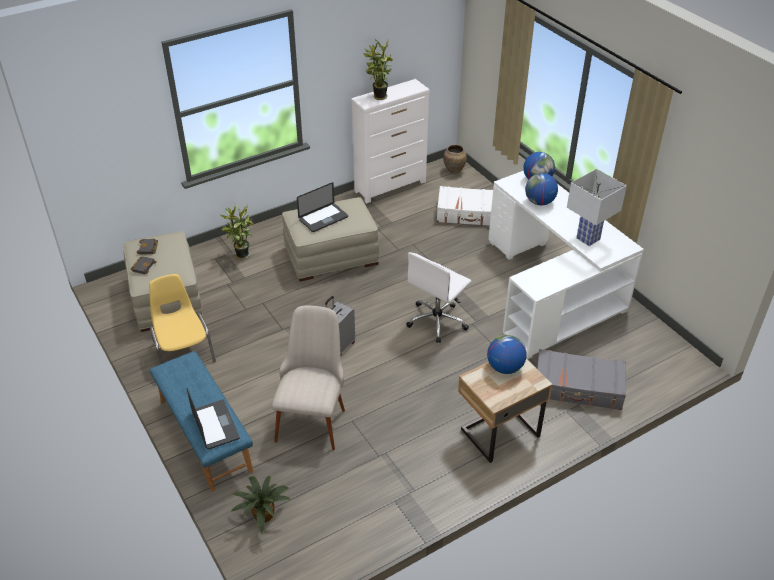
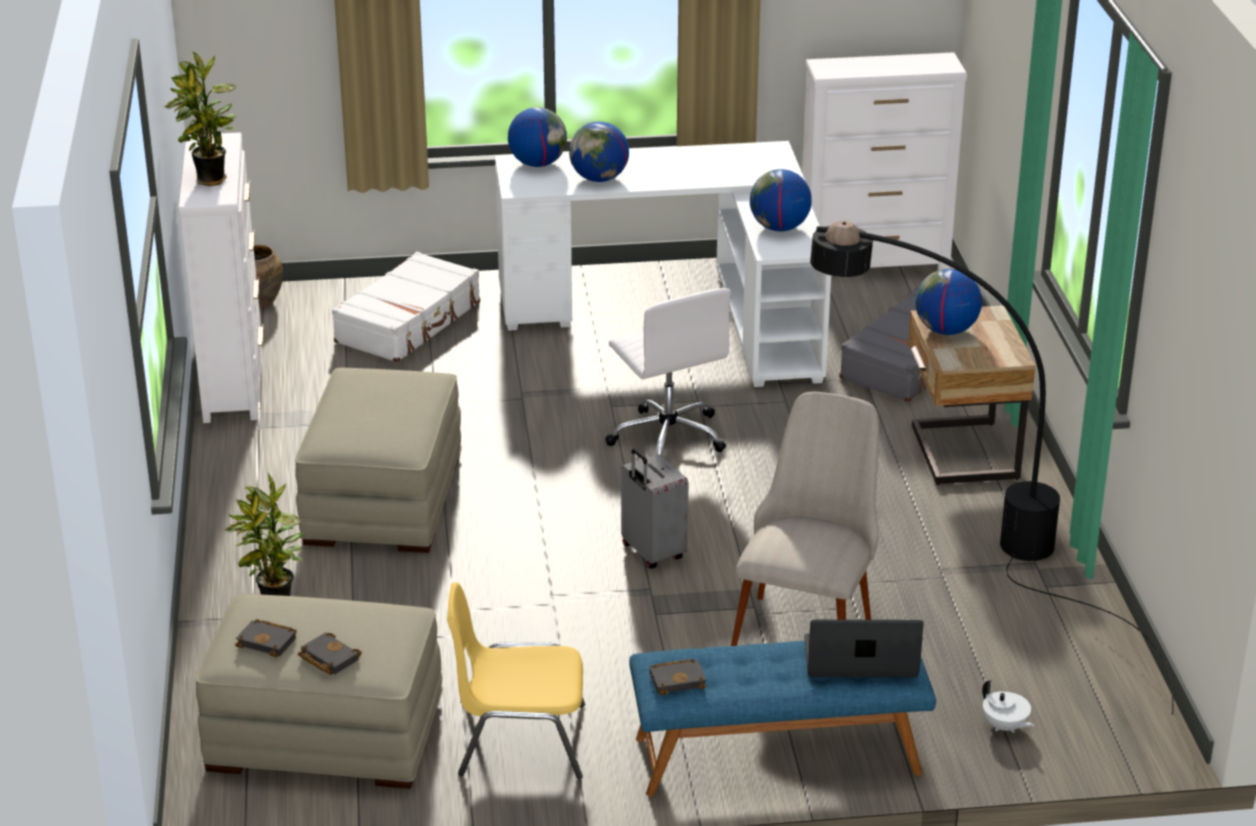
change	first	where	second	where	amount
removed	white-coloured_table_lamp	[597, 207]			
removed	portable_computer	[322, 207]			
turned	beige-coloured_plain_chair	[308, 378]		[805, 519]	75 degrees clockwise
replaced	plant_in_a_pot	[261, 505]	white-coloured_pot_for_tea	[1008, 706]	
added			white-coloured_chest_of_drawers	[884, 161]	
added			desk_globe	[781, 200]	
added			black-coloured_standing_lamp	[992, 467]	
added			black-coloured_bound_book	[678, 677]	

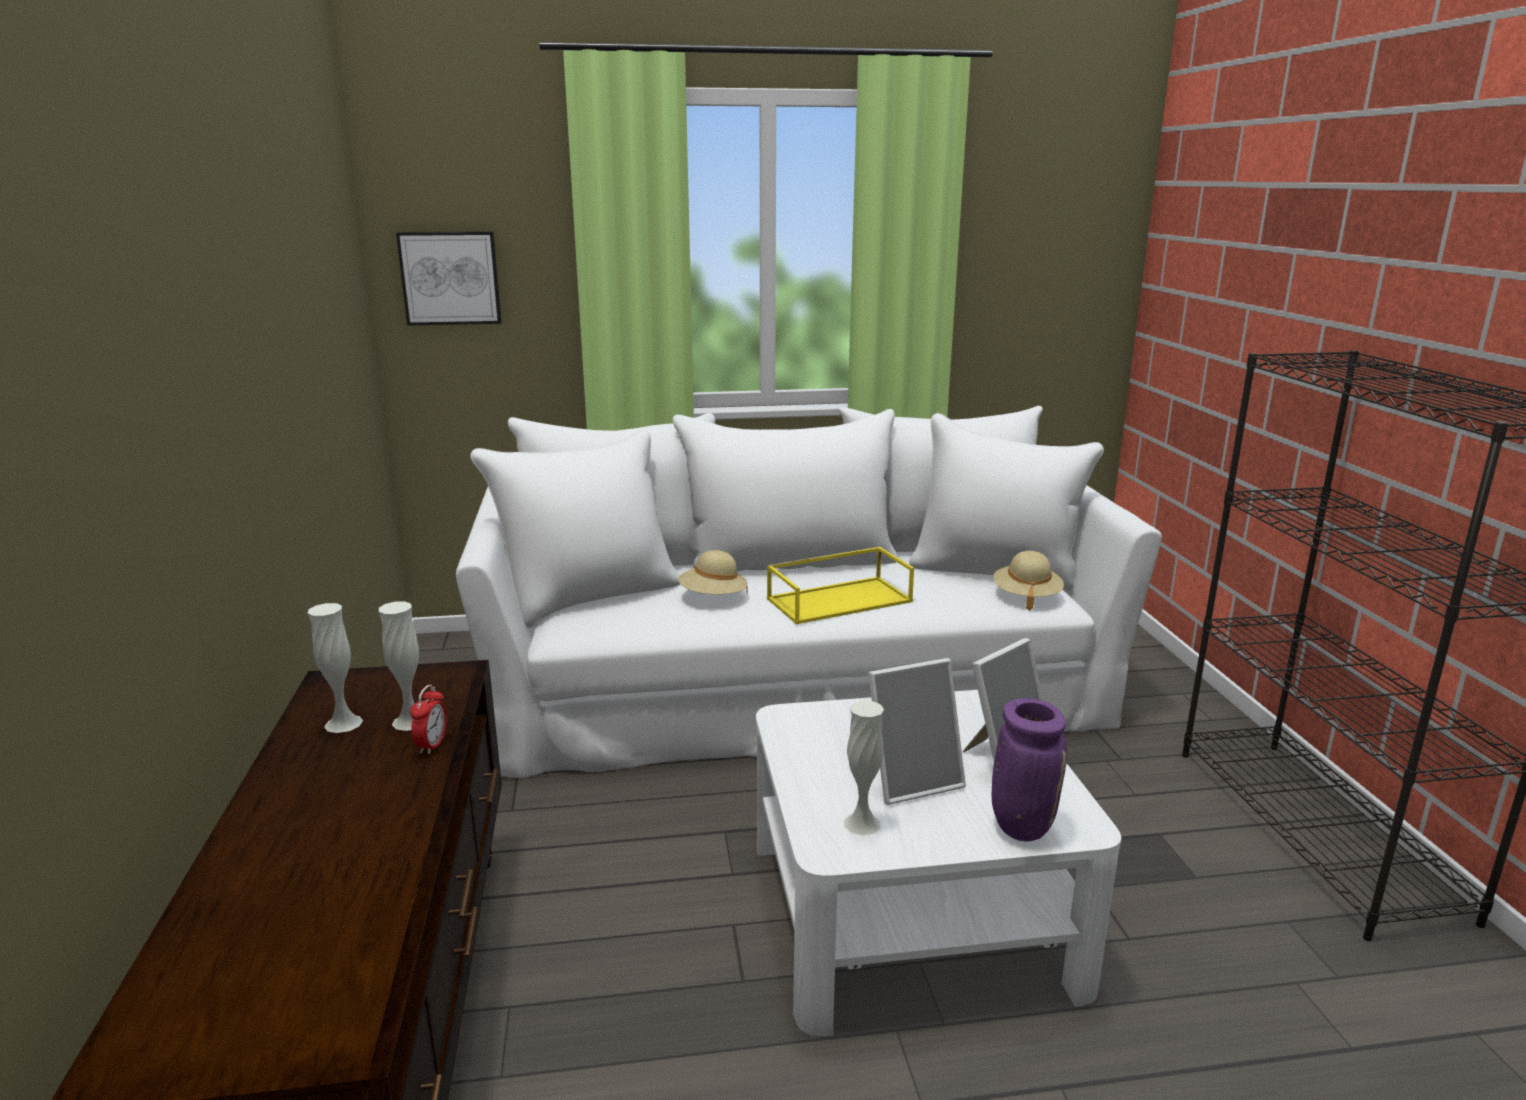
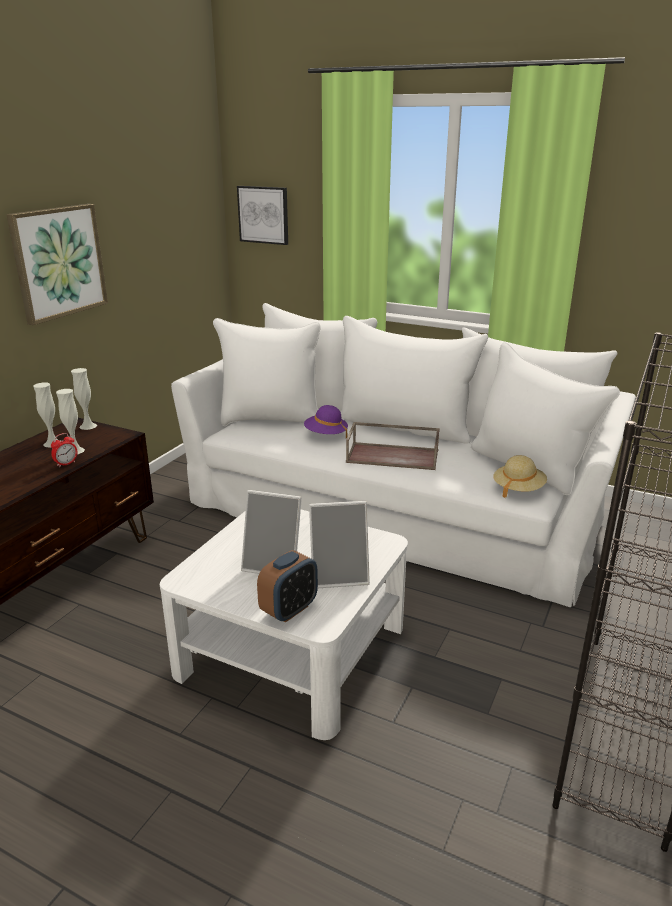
change	first	where	second	where	amount
recoloured	yellowish_carrying_tray	[840, 585]	brown-coloured_carrying_tray	[393, 446]	
recoloured	beige-coloured_clothing_hat	[713, 572]	purplish_clothing_hat	[326, 421]	
replaced	purplish_decorative_vase	[1029, 769]	bedside_clock	[287, 586]	
moved	white-coloured_decorative_vase	[864, 768]		[84, 399]	
added			wall_art	[57, 264]	

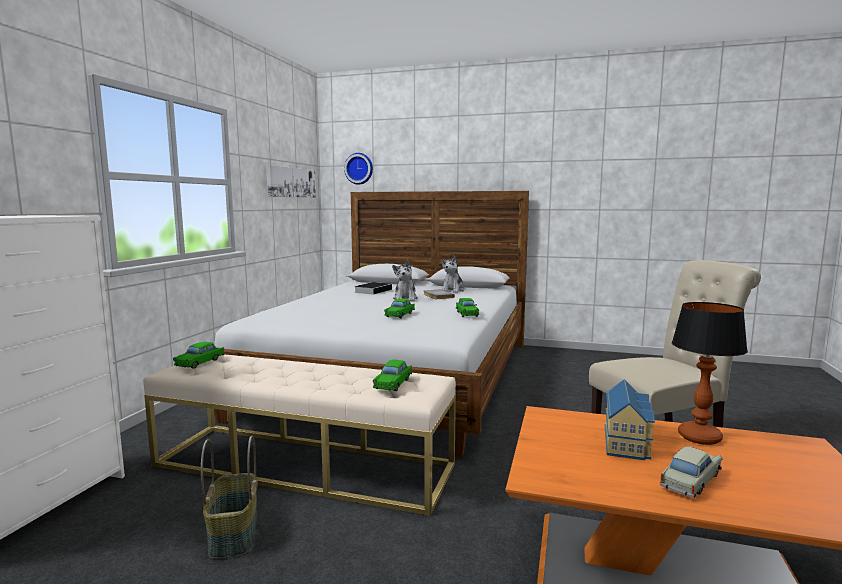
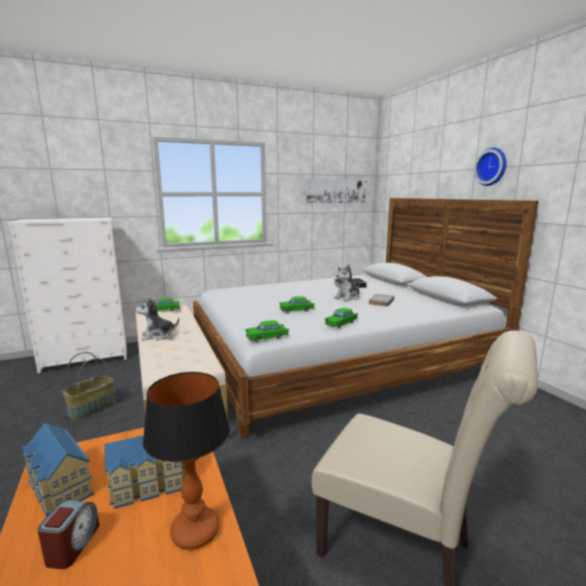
change	first	where	second	where	amount
moved	clock_on_the_wall	[358, 169]		[490, 167]	
moved	plush_toy	[452, 274]		[157, 319]	
moved	green_model_car	[392, 375]		[267, 331]	
replaced	beige-coloured_model_car	[691, 472]	bedside_clock	[68, 534]	
added			miniature_house	[58, 470]	

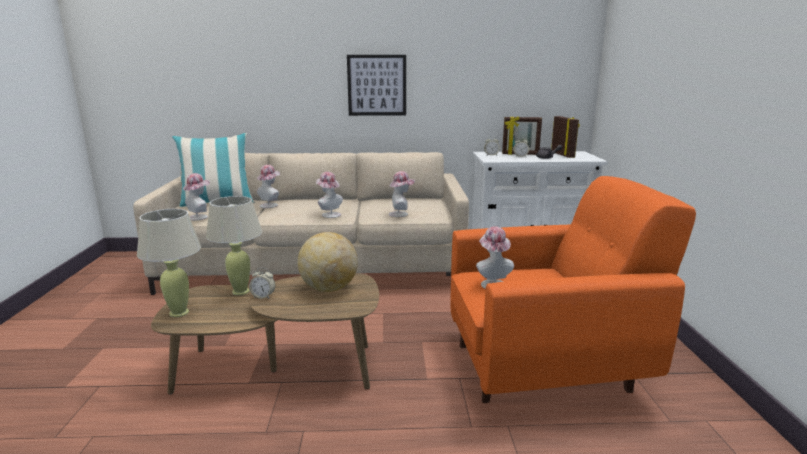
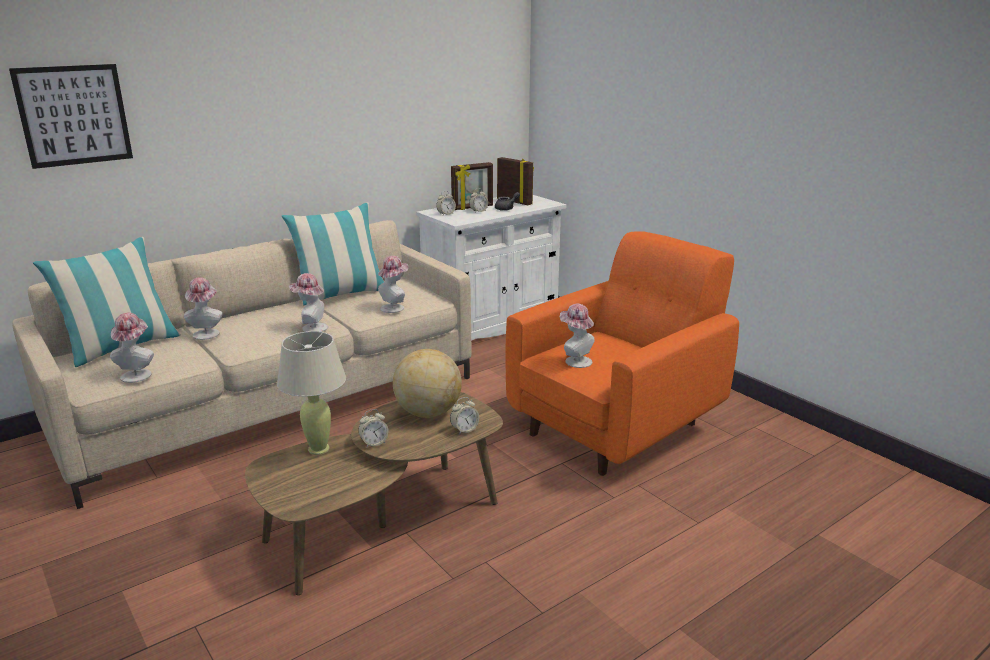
change	first	where	second	where	amount
moved	wall_art	[376, 85]		[71, 116]	
removed	beige-coloured_table_lamp	[169, 263]			
added			pillow	[333, 254]	
added			bedside_clock	[464, 416]	

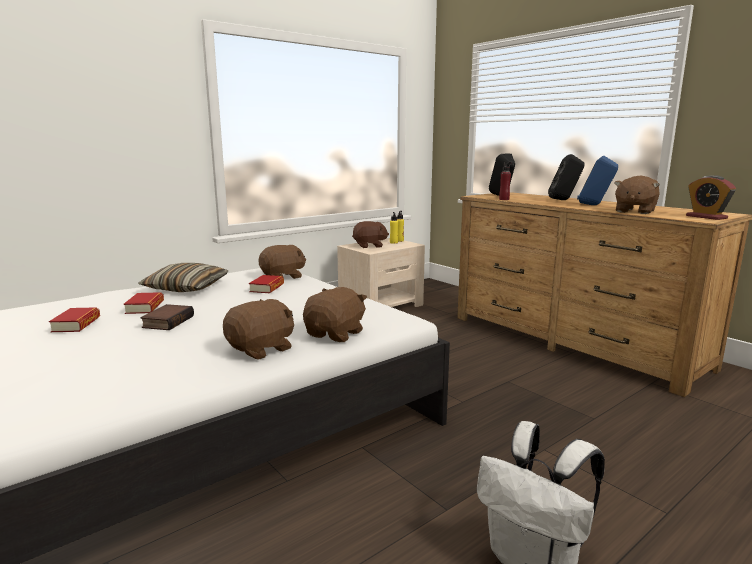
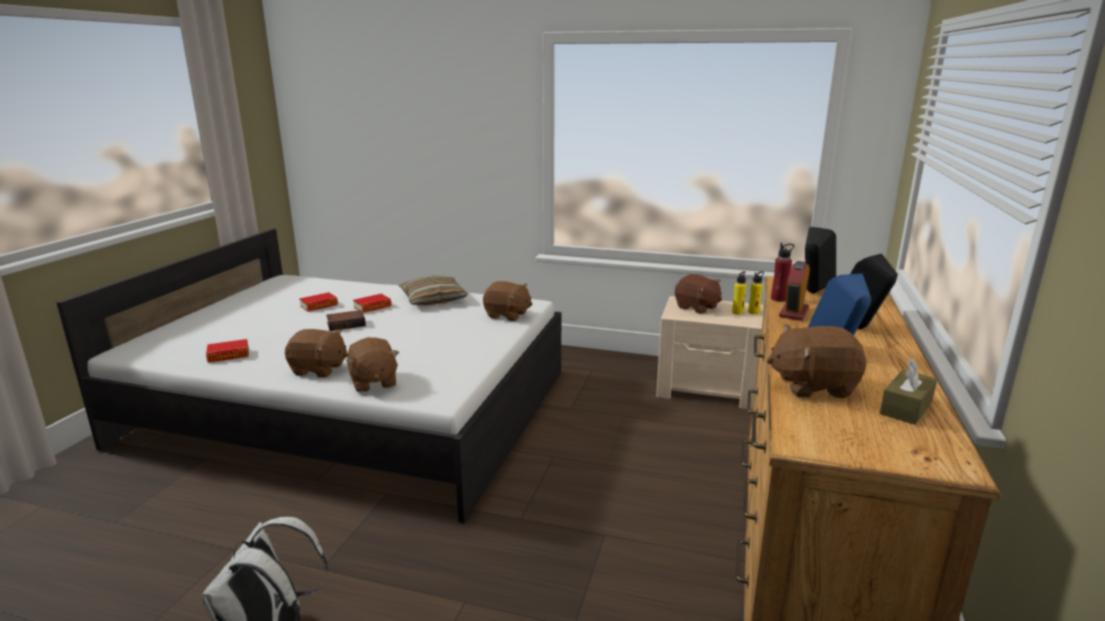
change	first	where	second	where	amount
moved	bedside_clock	[711, 197]		[794, 291]	
moved	bound_book	[266, 284]		[227, 351]	
turned	brown-coloured_plush_toy	[335, 314]		[372, 364]	75 degrees clockwise
added			brown-coloured_tissue_box	[908, 392]	

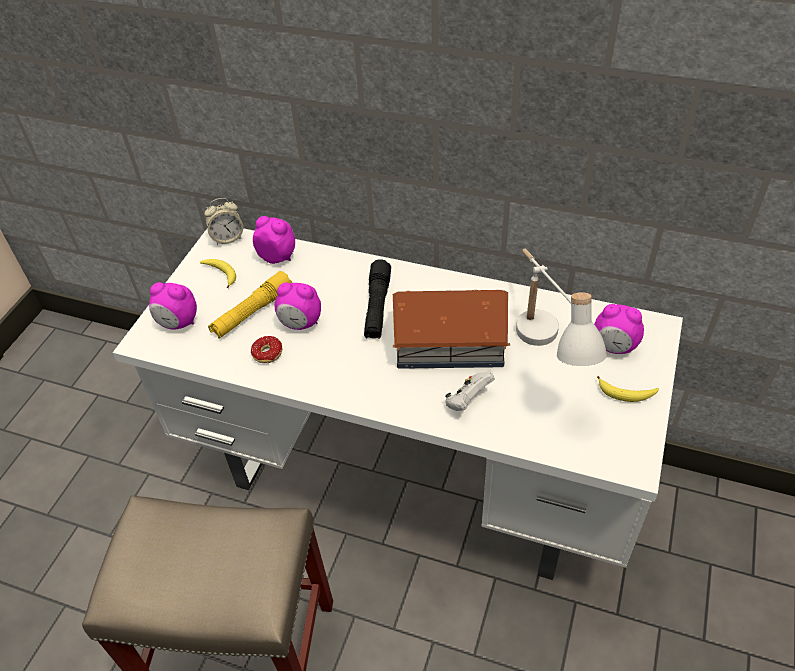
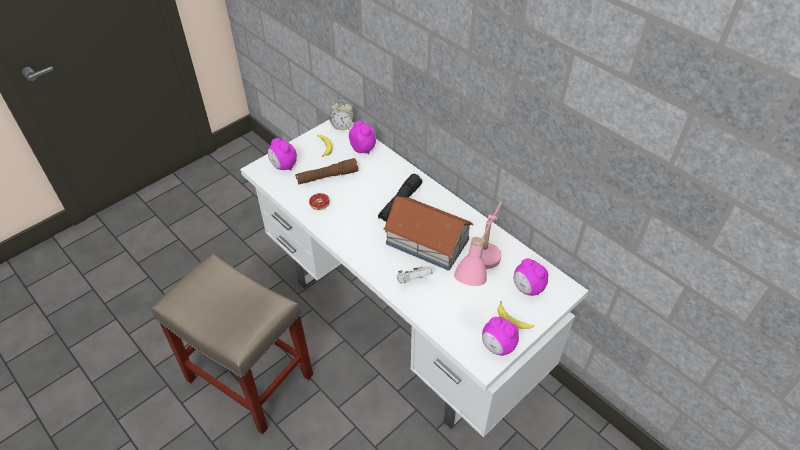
change	first	where	second	where	amount
recoloured	white-coloured_table_lamp	[561, 307]	pinkish_table_lamp	[478, 244]	
recoloured	yellowish_torch	[250, 304]	brown-coloured_torch	[326, 171]	
moved	bedside_clock	[298, 306]		[500, 336]	

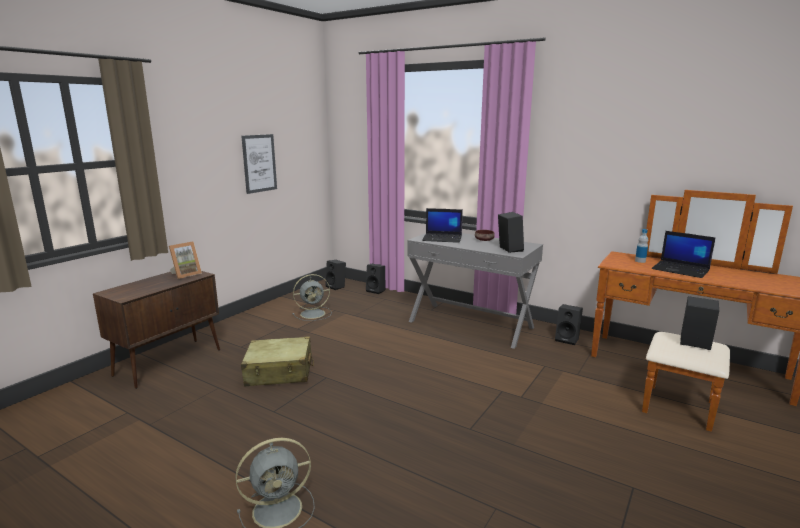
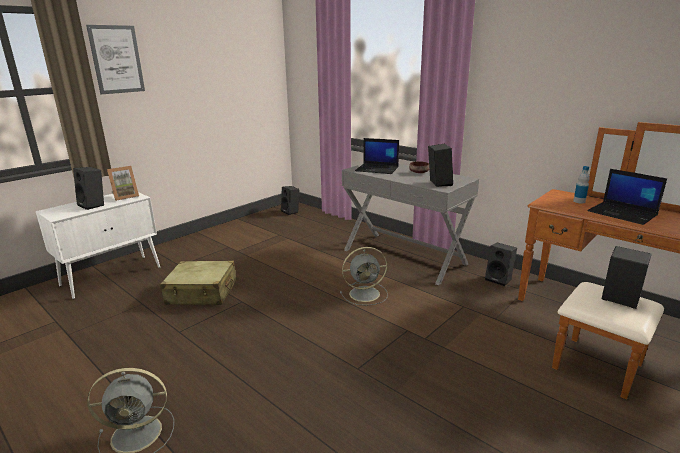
change	first	where	second	where	amount
moved	wall_art	[259, 164]		[115, 59]	
moved	black-coloured_audio_speaker	[375, 278]		[88, 188]	
recoloured	brown-coloured_cabinet	[156, 330]	white-coloured_cabinet	[98, 245]	
moved	grey_electric_fan	[312, 297]		[364, 276]	

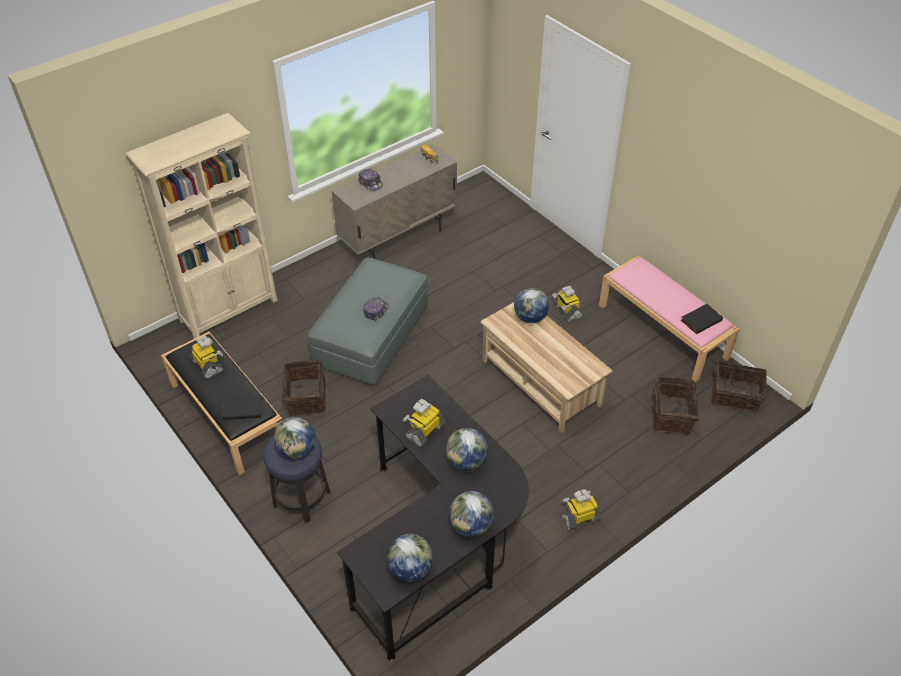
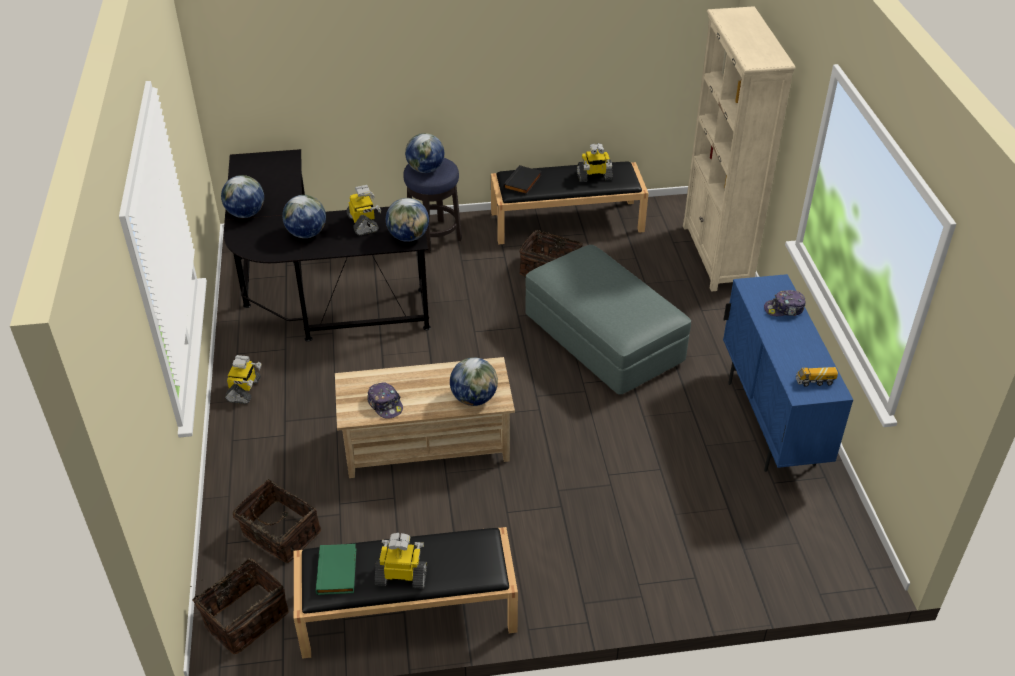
change	first	where	second	where	amount
recoloured	beige-coloured_cabinet	[394, 201]	blue-coloured_cabinet	[788, 373]	
recoloured	pinkish_bench	[669, 318]	black-coloured_bench	[406, 593]	
moved	robot_figure	[567, 304]		[401, 561]	
moved	cap	[376, 309]		[385, 400]	
recoloured	black-coloured_bound_book	[702, 319]	green_bound_book	[336, 569]	
moved	desk_globe	[409, 558]		[407, 220]	

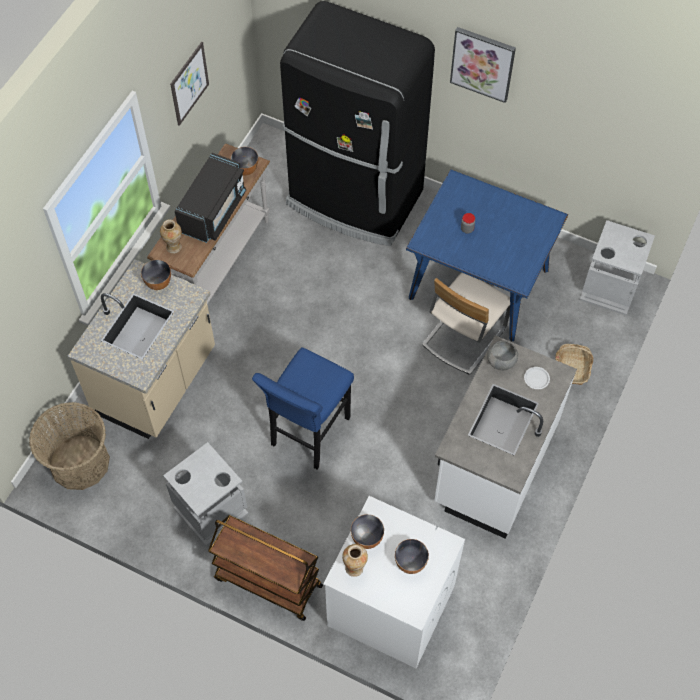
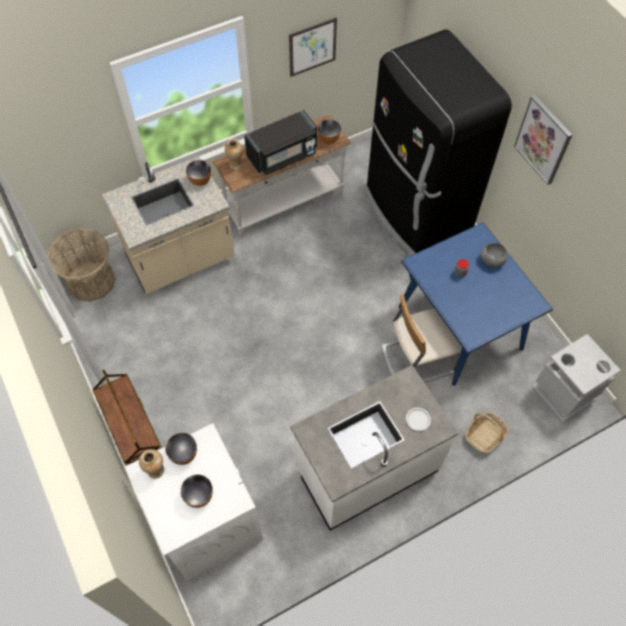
change	first	where	second	where	amount
moved	grey_serving_bowl	[502, 355]		[494, 255]	
removed	blue-coloured_stool_seat	[303, 408]			
removed	grey_trash_can	[206, 494]			

